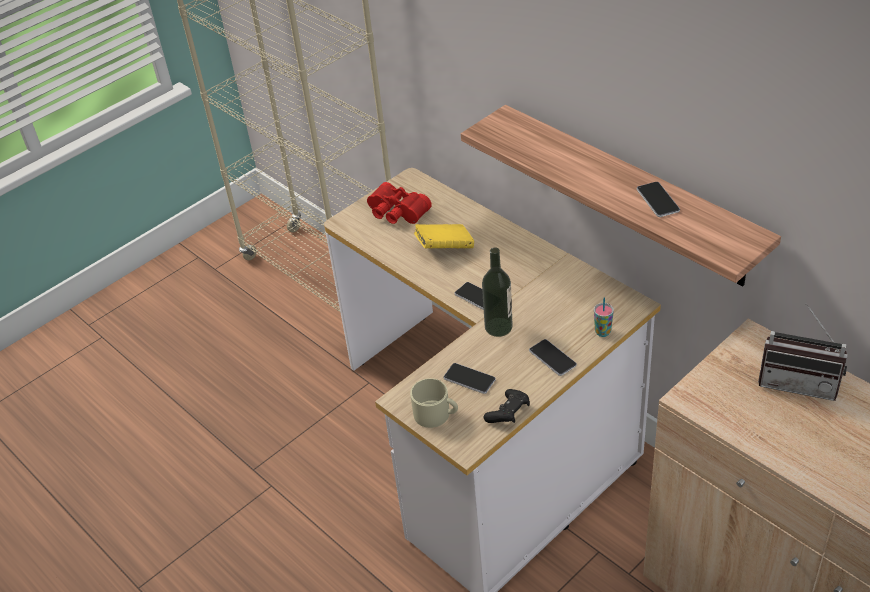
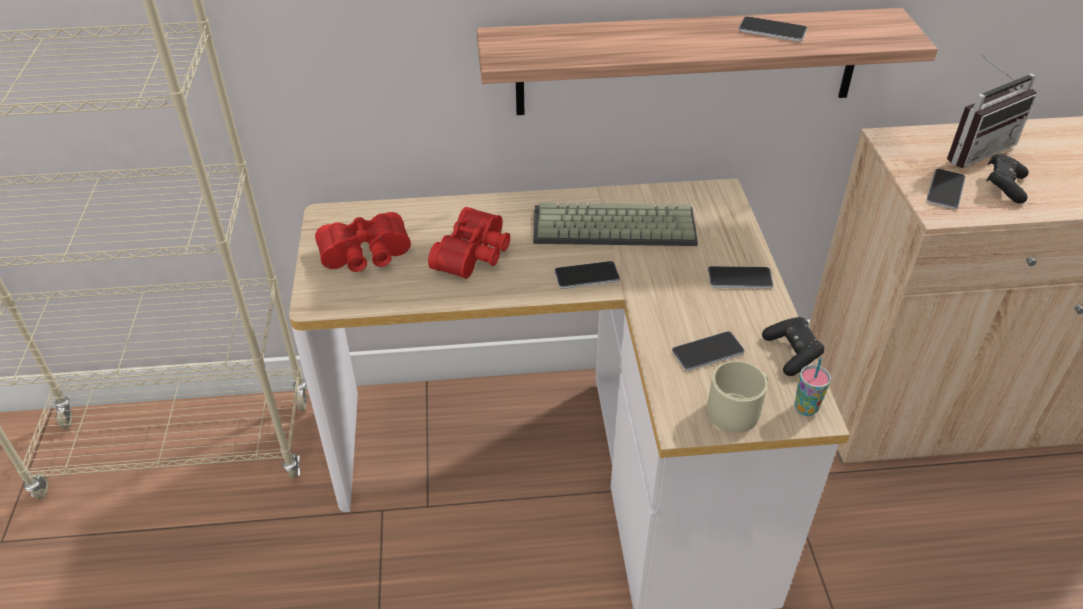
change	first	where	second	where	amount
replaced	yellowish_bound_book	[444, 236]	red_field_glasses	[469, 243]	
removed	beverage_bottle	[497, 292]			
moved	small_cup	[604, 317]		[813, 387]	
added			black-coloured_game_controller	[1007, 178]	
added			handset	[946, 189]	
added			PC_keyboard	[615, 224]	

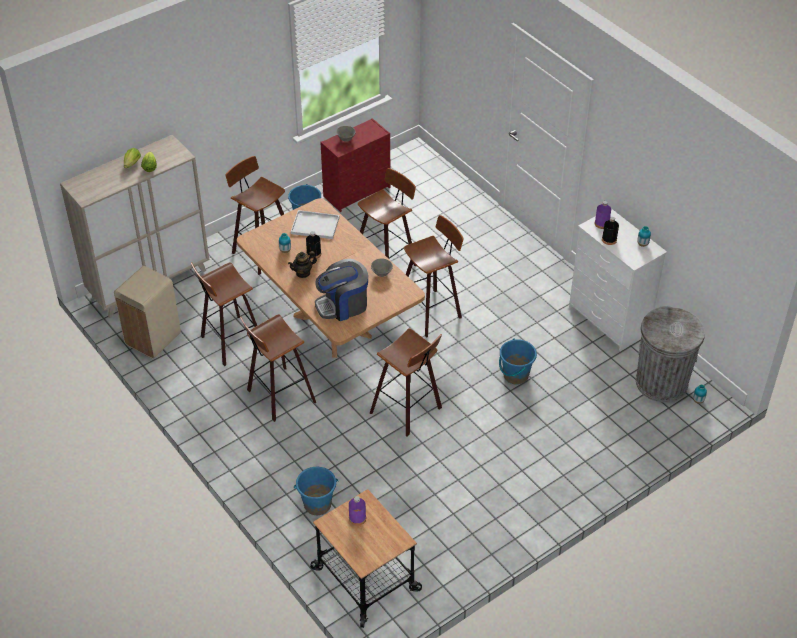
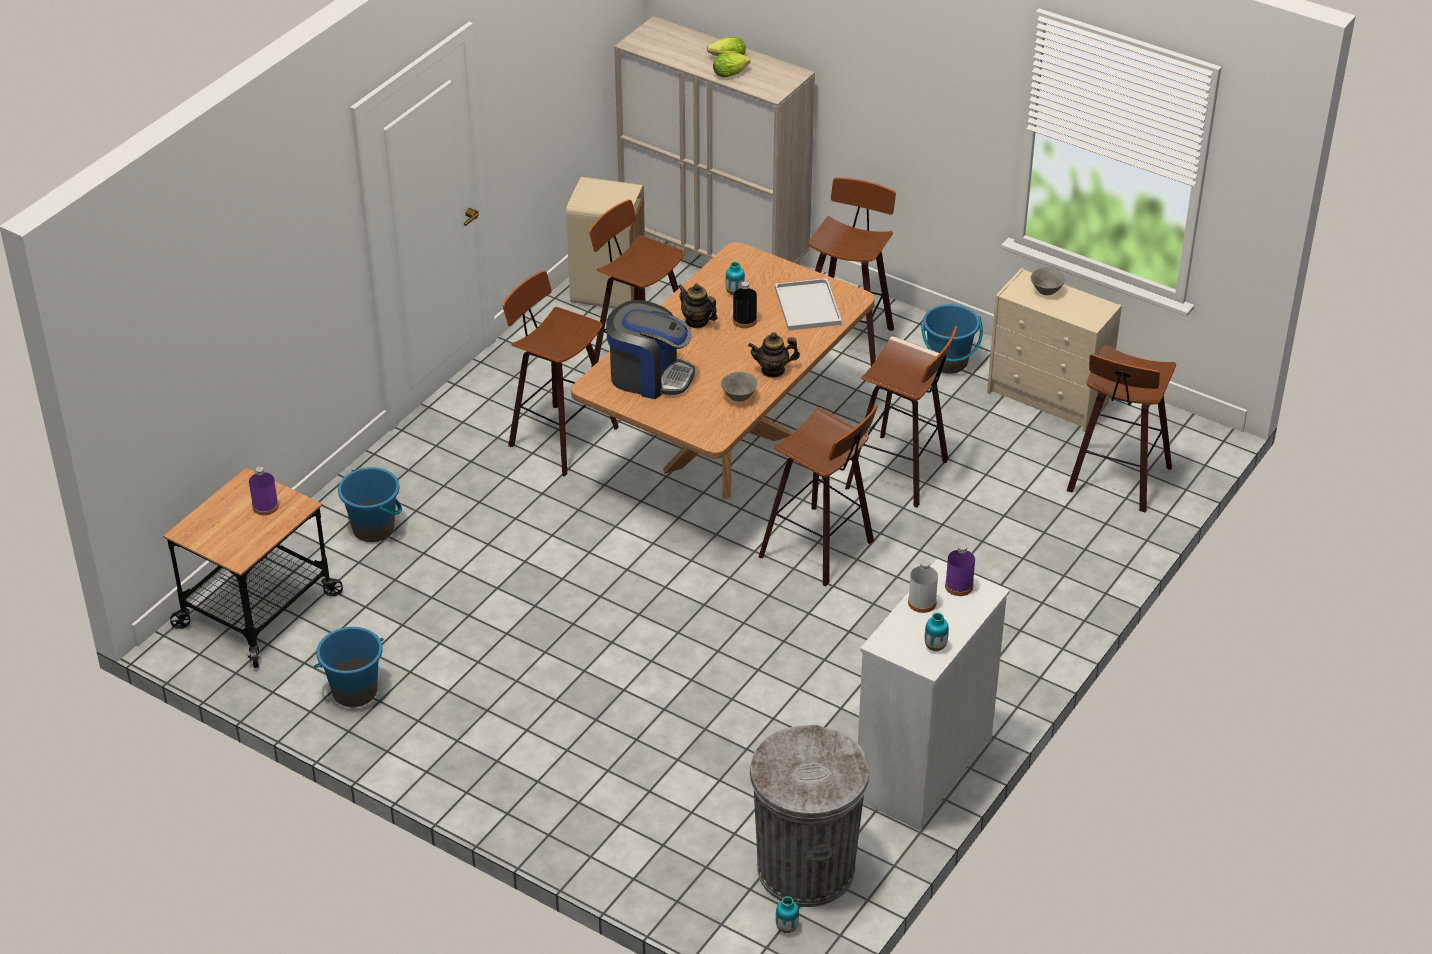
change	first	where	second	where	amount
recoloured	red_chest_of_drawers	[355, 165]	beige-coloured_chest_of_drawers	[1054, 350]	
recoloured	black-coloured_beverage_bottle	[610, 231]	white-coloured_beverage_bottle	[923, 586]	
turned	coffee_maker	[341, 290]		[650, 349]	150 degrees clockwise
moved	stool_seat	[406, 382]		[1121, 429]	
moved	blue-coloured_bucket	[518, 361]		[349, 667]	
added			pot_for_tea	[774, 355]	

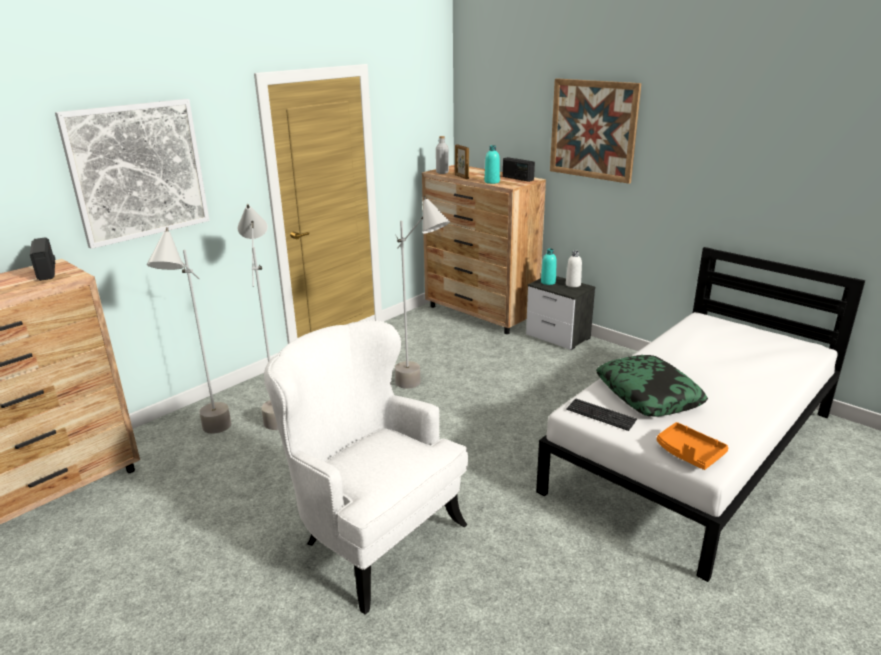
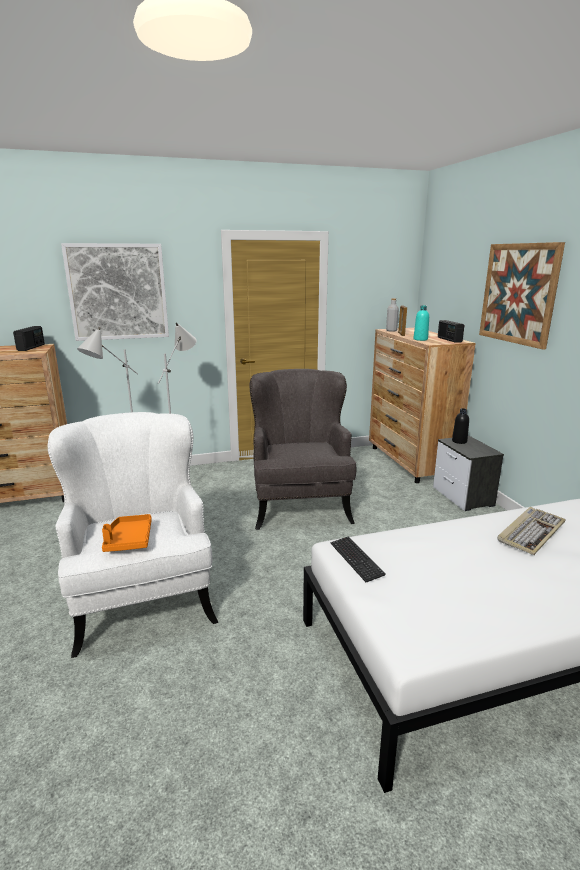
change	first	where	second	where	amount
replaced	grey_standing_lamp	[422, 292]	grey_easy_chair	[303, 449]	
recoloured	blue-green_beverage_bottle	[549, 267]	black-coloured_beverage_bottle	[460, 426]	
removed	white-coloured_beverage_bottle	[574, 269]			
removed	pillow	[652, 386]			
moved	orangey_carrying_tray	[693, 446]		[127, 533]	
added			PC_keyboard	[531, 531]	

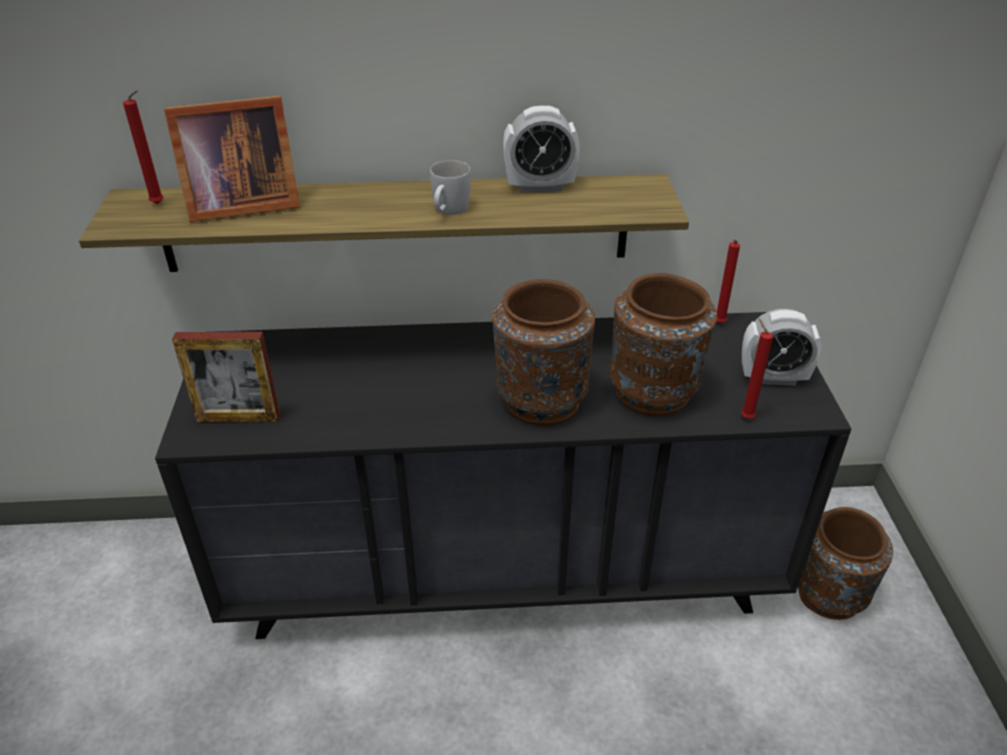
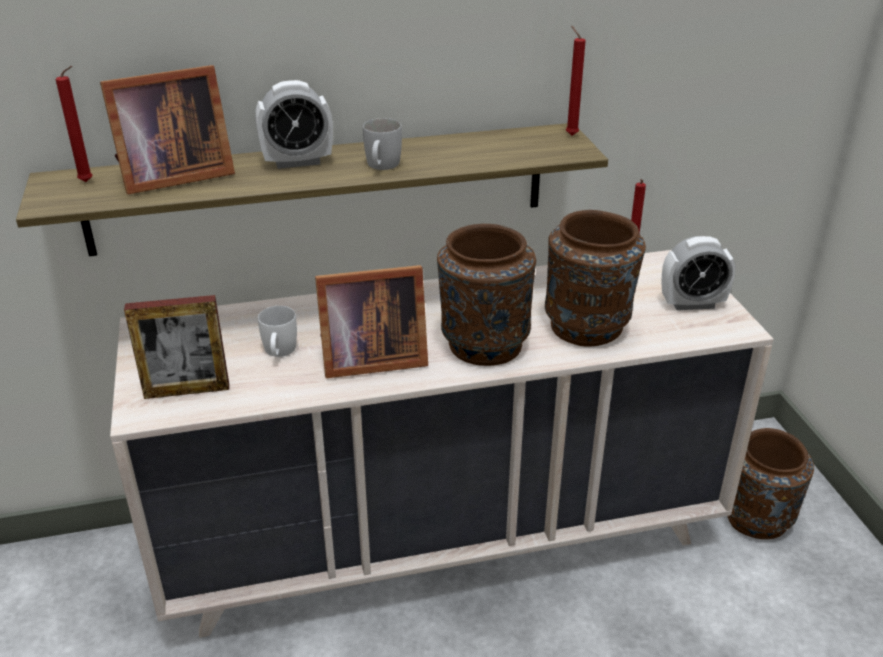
change	first	where	second	where	amount
moved	bedside_clock	[541, 149]		[294, 124]	
recoloured	black-coloured_chest_of_drawers	[503, 475]	beige-coloured_chest_of_drawers	[442, 444]	
moved	red_wax_candle	[757, 369]		[576, 80]	
added			picture_frame	[371, 321]	
added			white-coloured_tea_mug	[277, 331]	

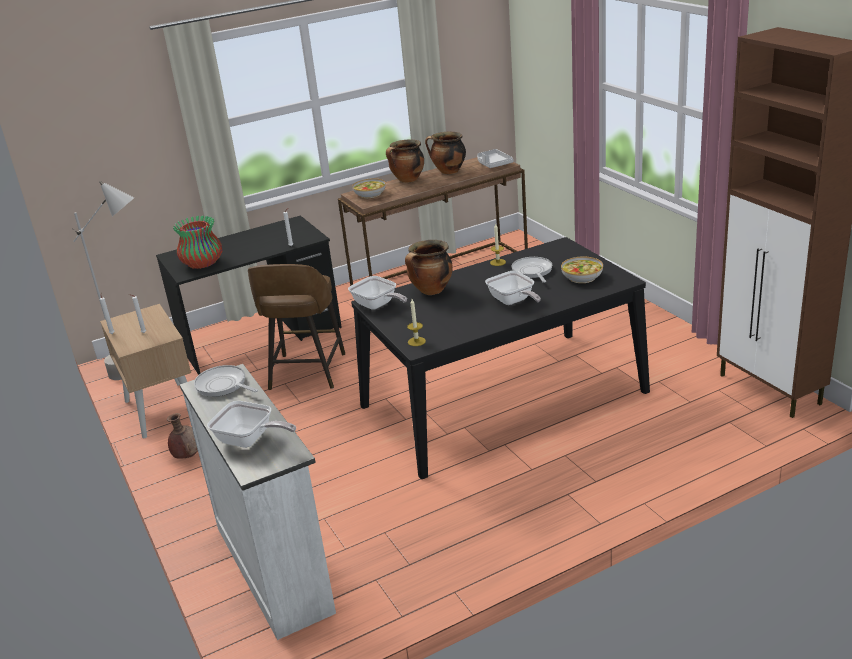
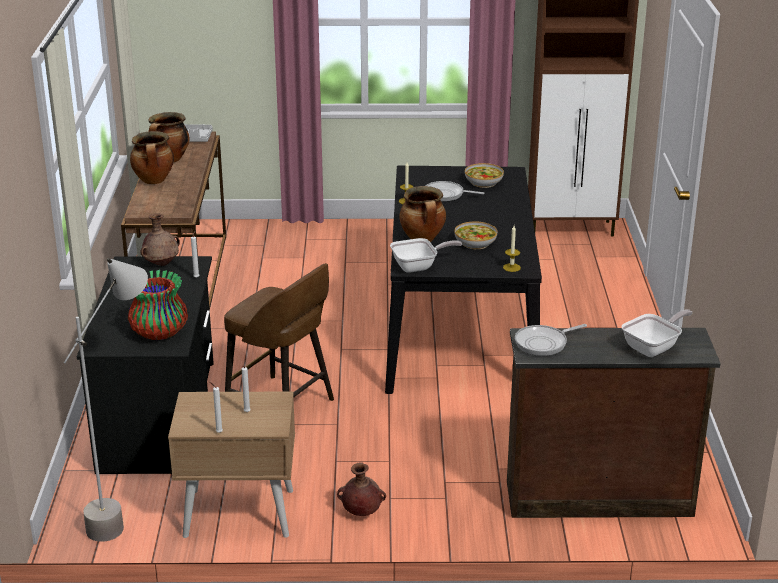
change	first	where	second	where	amount
moved	serving_bowl	[369, 188]		[476, 235]	
removed	frying_pan	[513, 288]			
recoloured	white-coloured_chest_of_drawers	[258, 502]	brown-coloured_chest_of_drawers	[613, 423]	
added			brown-coloured_decorative_vase	[160, 239]	

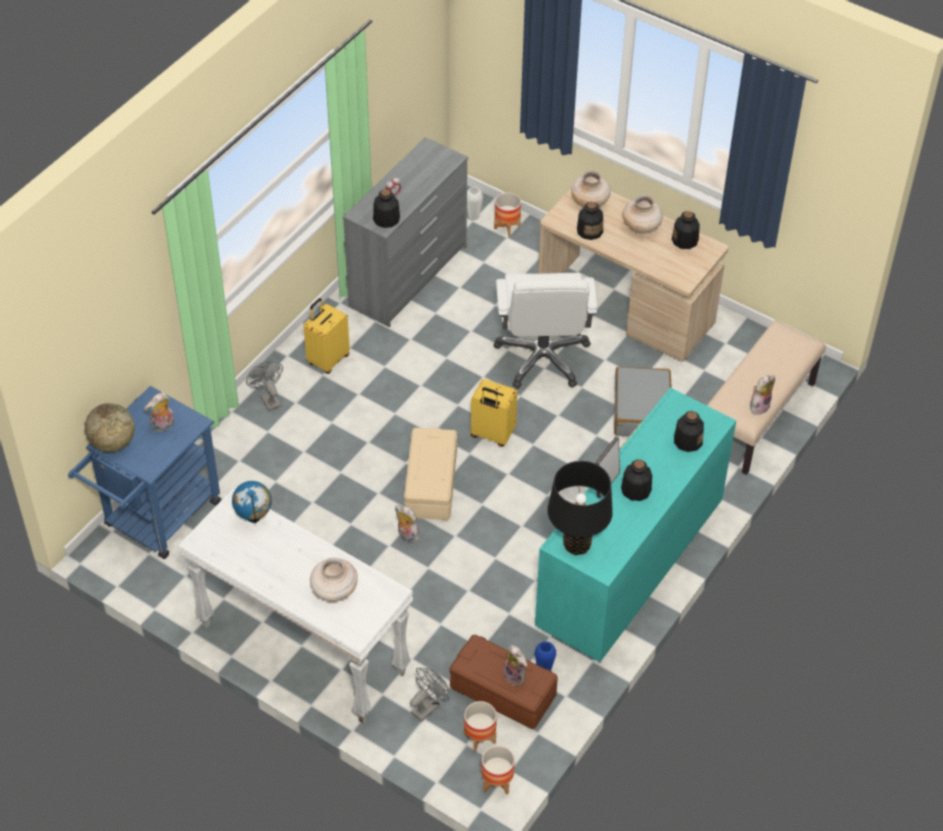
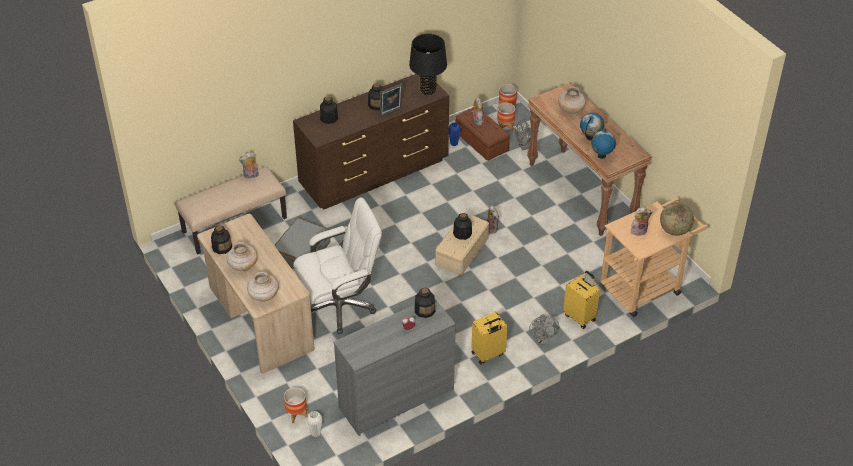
change	first	where	second	where	amount
moved	beverage_bottle	[590, 221]		[462, 226]	
turned	white-coloured_office_chair	[545, 331]		[337, 265]	45 degrees clockwise
moved	yellowish_travel_case	[494, 413]		[581, 300]	
recoloured	blue-coloured_wheeled_cart	[144, 472]	beige-coloured_wheeled_cart	[654, 257]	
recoloured	blue-green_chest_of_drawers	[635, 525]	brown-coloured_chest_of_drawers	[371, 142]	
recoloured	white-coloured_hall_table	[295, 605]	brown-coloured_hall_table	[589, 159]	
added			desk_globe	[592, 127]	

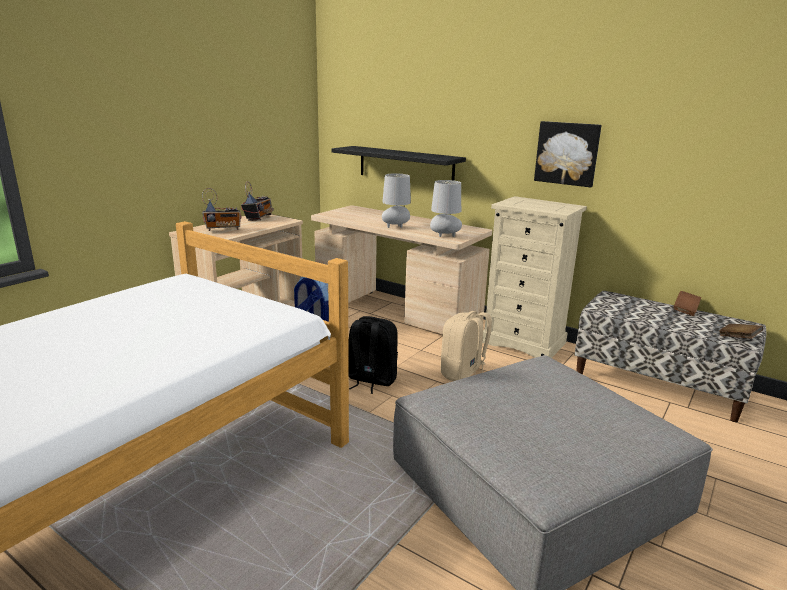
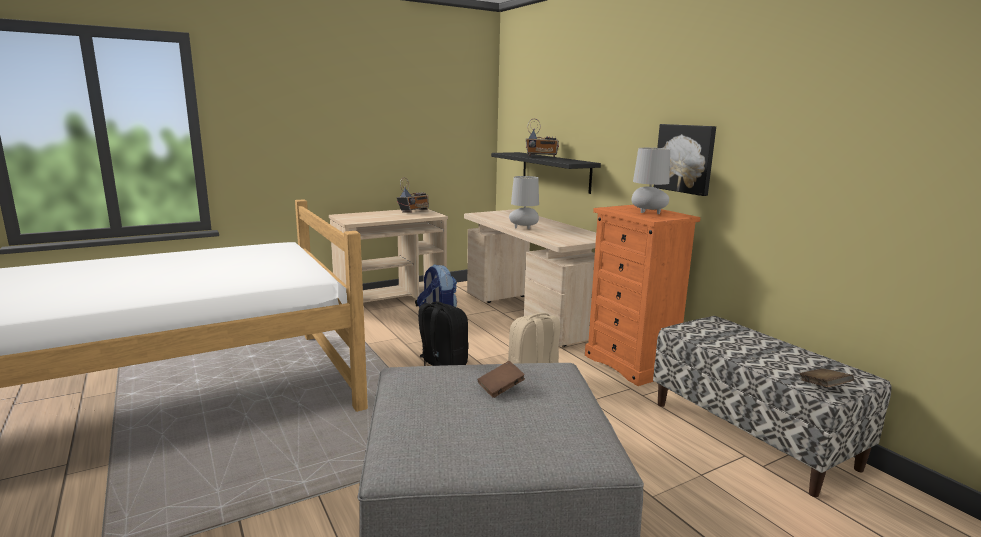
change	first	where	second	where	amount
moved	grey_table_lamp	[446, 208]		[650, 181]	
moved	radio_set	[221, 209]		[542, 138]	
recoloured	beige-coloured_chest_of_drawers	[534, 277]	orangey_chest_of_drawers	[643, 295]	
moved	brown-coloured_bound_book	[687, 303]		[501, 379]	

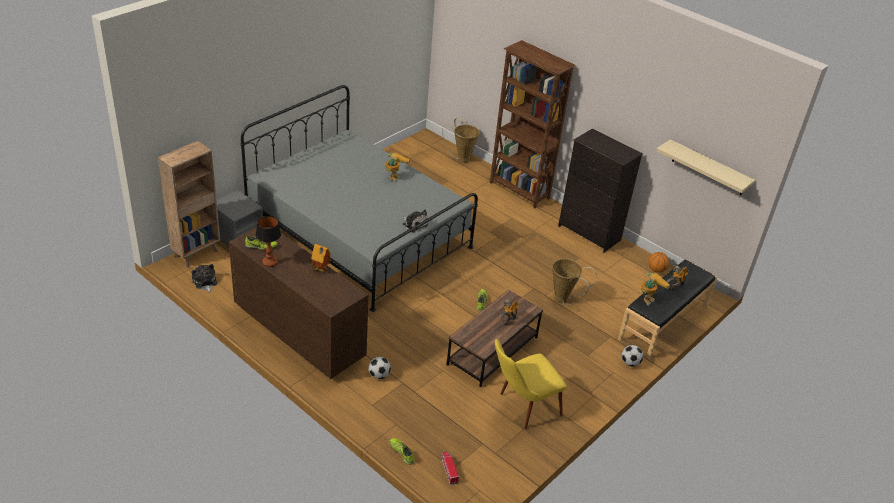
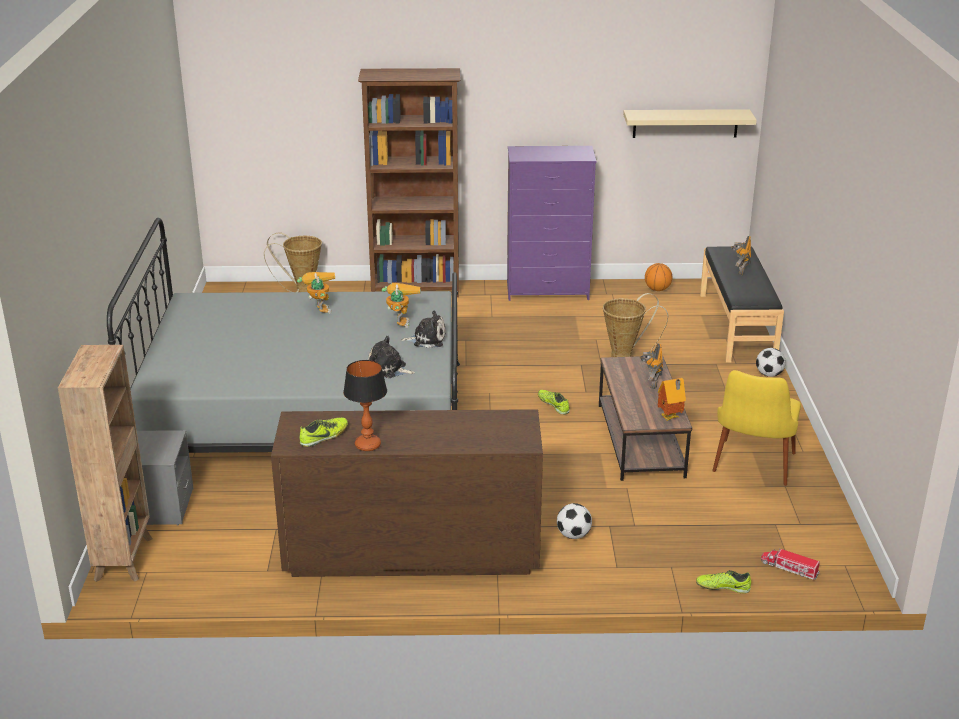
change	first	where	second	where	amount
recoloured	black-coloured_chest_of_drawers	[600, 190]	purplish_chest_of_drawers	[552, 223]	
moved	miniature_house	[321, 258]		[672, 399]	
moved	plush_toy	[204, 278]		[391, 357]	
moved	robot_figure	[655, 289]		[401, 305]	

